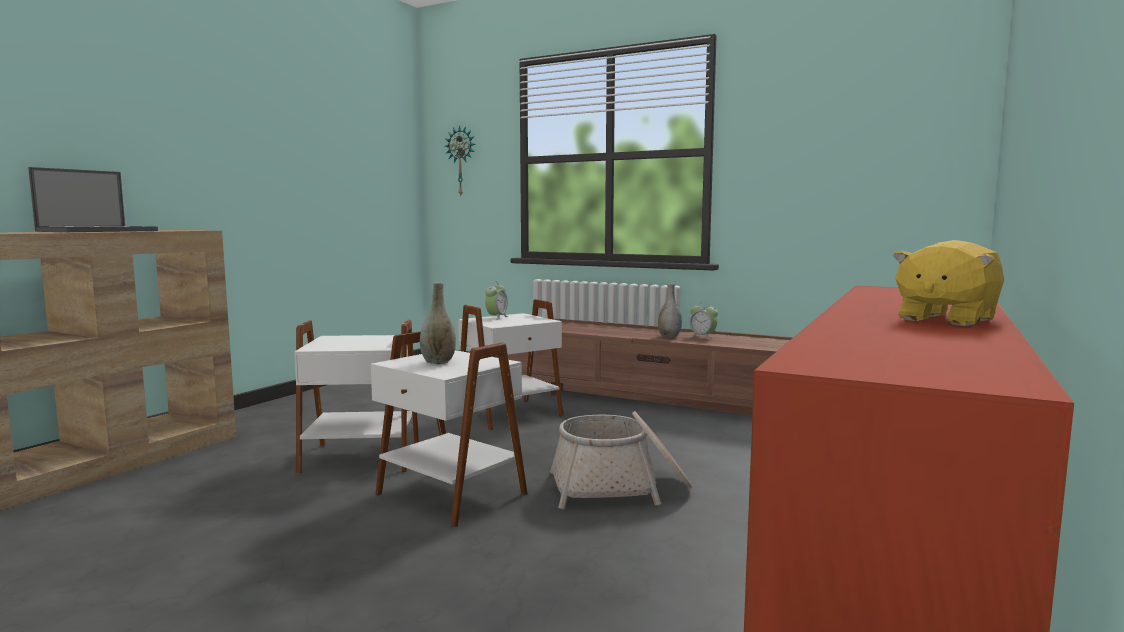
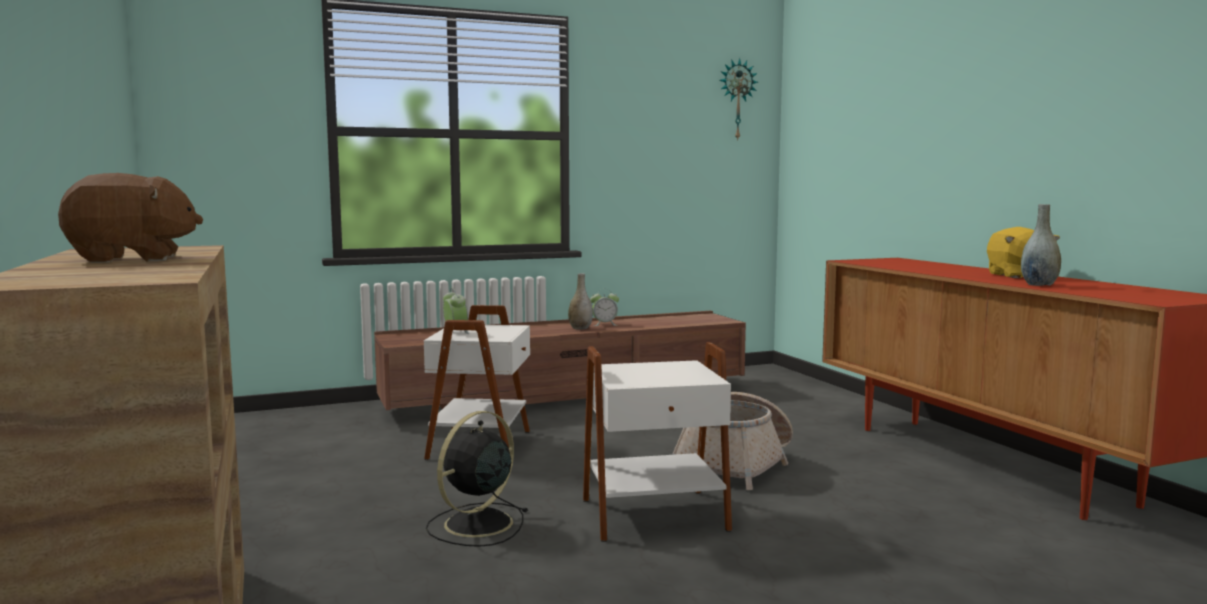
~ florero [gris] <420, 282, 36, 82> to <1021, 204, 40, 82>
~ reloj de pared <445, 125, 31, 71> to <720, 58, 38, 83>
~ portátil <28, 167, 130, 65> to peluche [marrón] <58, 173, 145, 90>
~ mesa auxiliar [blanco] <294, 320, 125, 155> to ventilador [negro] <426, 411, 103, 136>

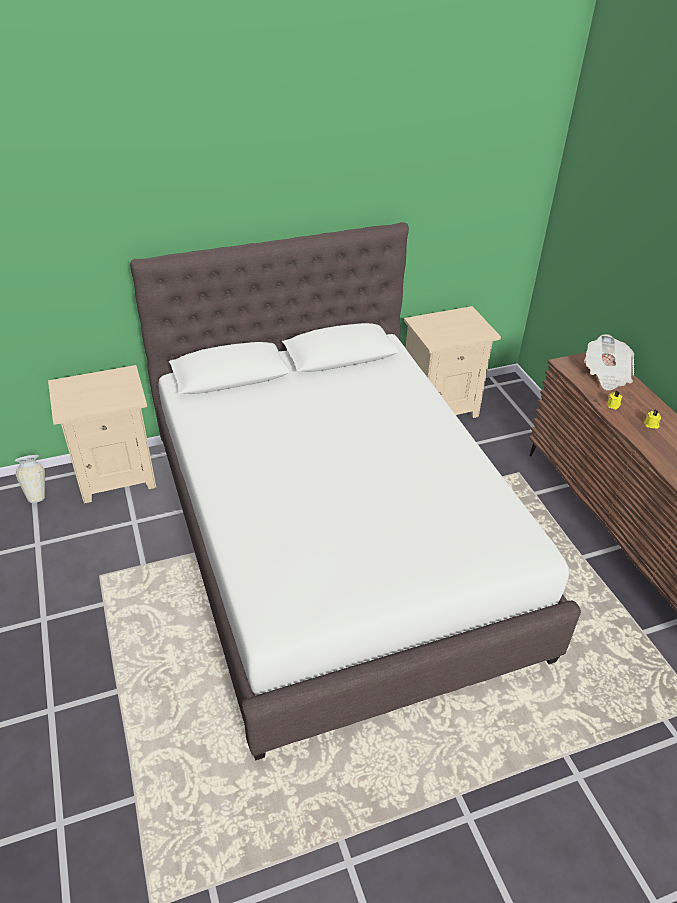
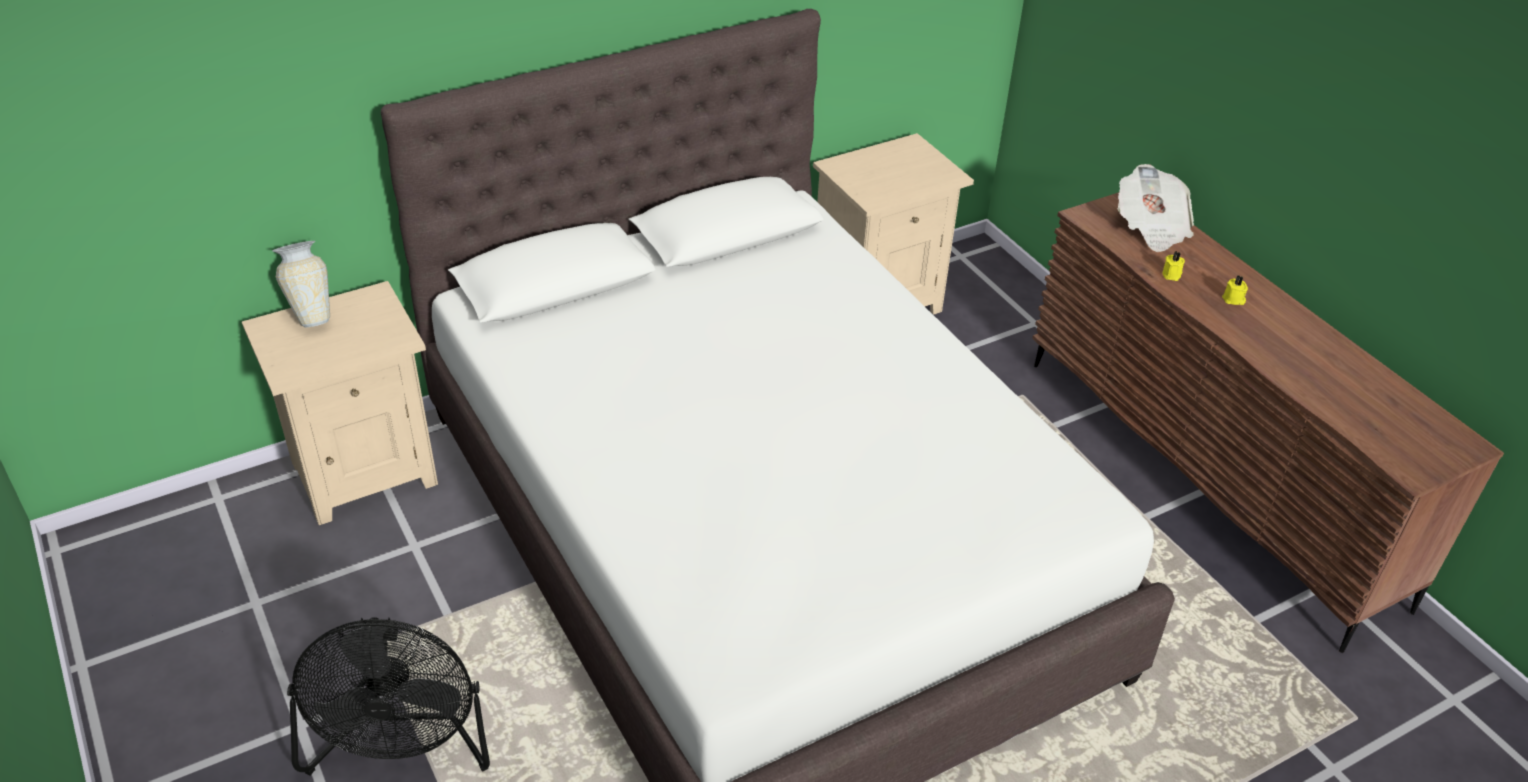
+ ventilador [negro] <287, 617, 203, 159>
~ florero <14, 455, 31, 48> to <272, 241, 58, 86>

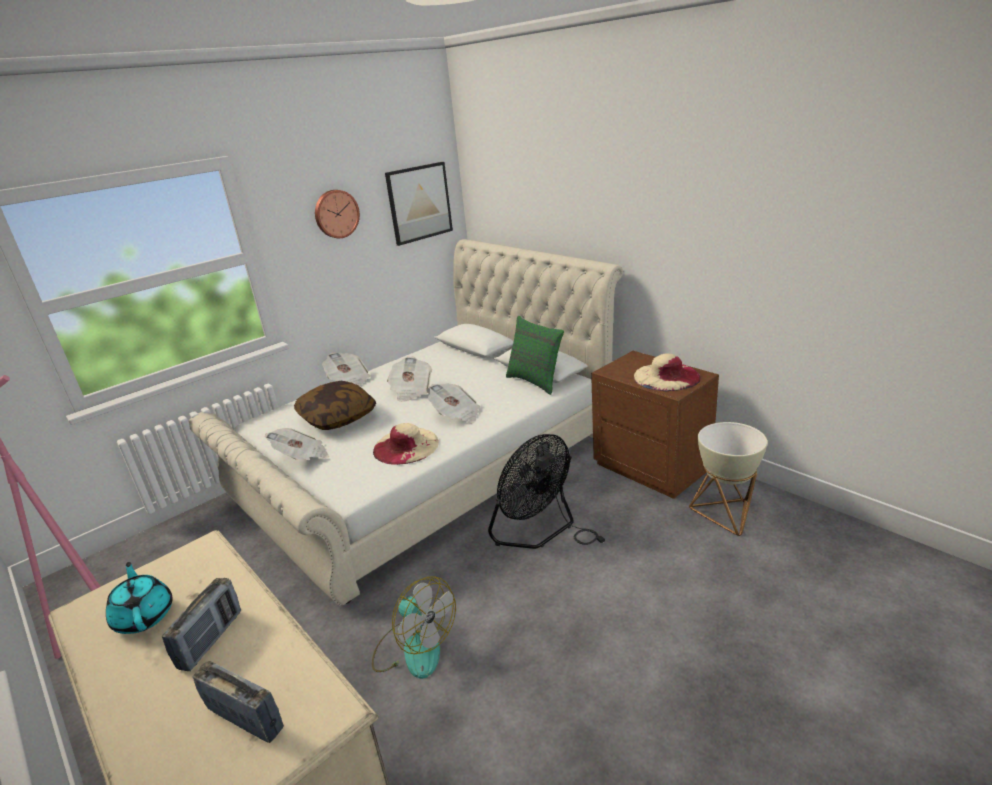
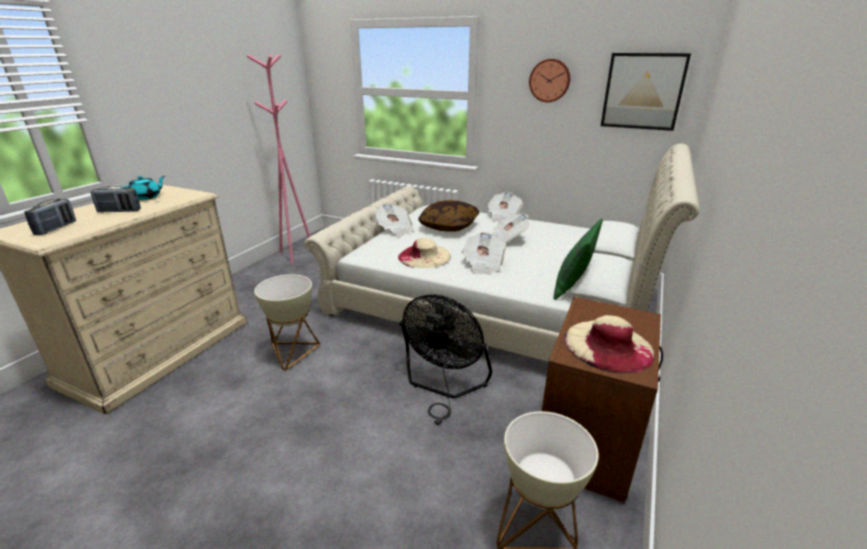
~ ventilador <372, 576, 84, 103> to maceta <254, 274, 66, 96>

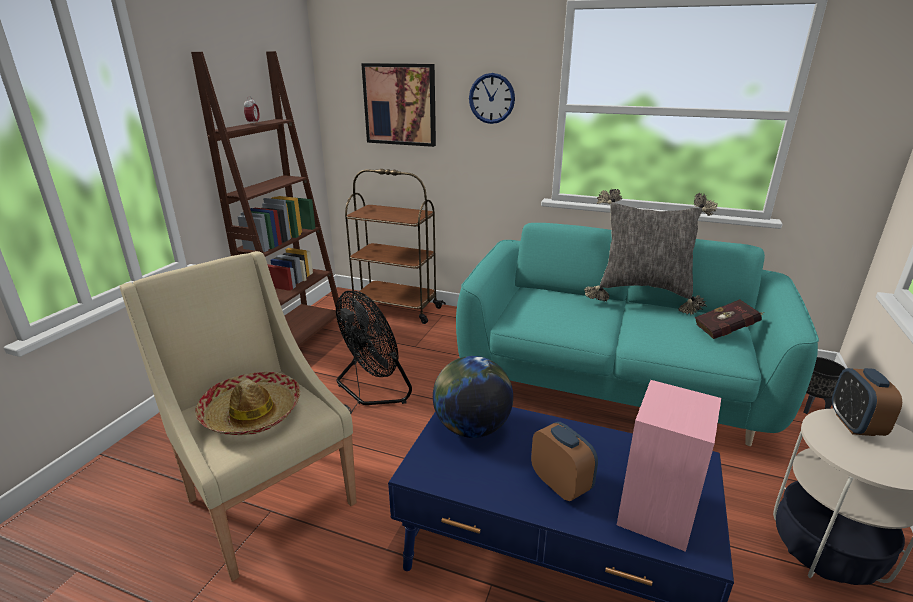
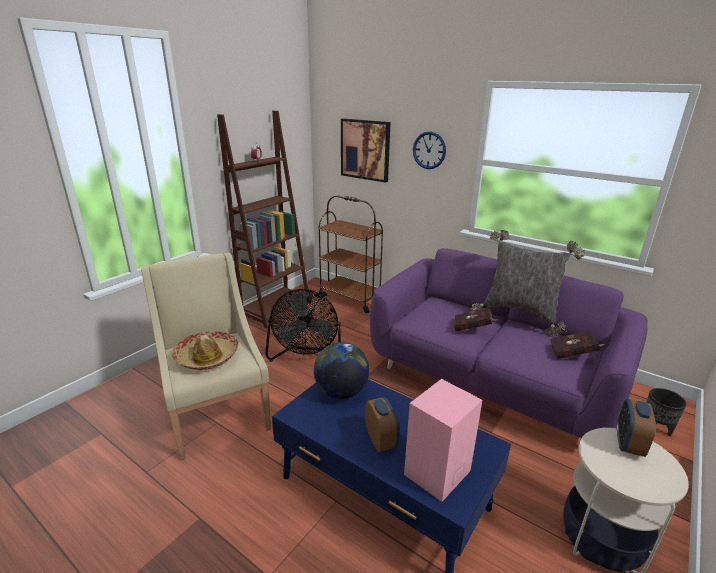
+ libro [rojo] <454, 307, 44, 24>
~ sofá [turquesa] <456, 223, 363, 223> to sofá [morado] <370, 248, 278, 200>
~ ventilador [negro] <336, 291, 76, 123> = <265, 289, 76, 73> 120 degrees clockwise

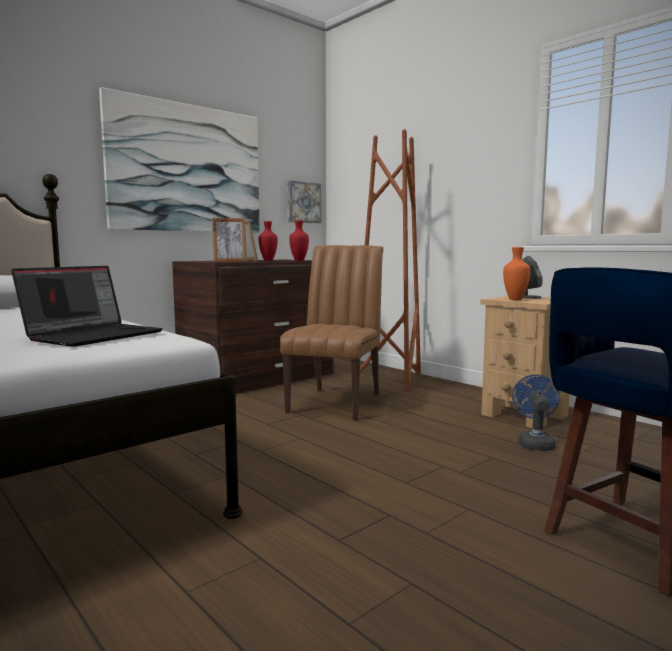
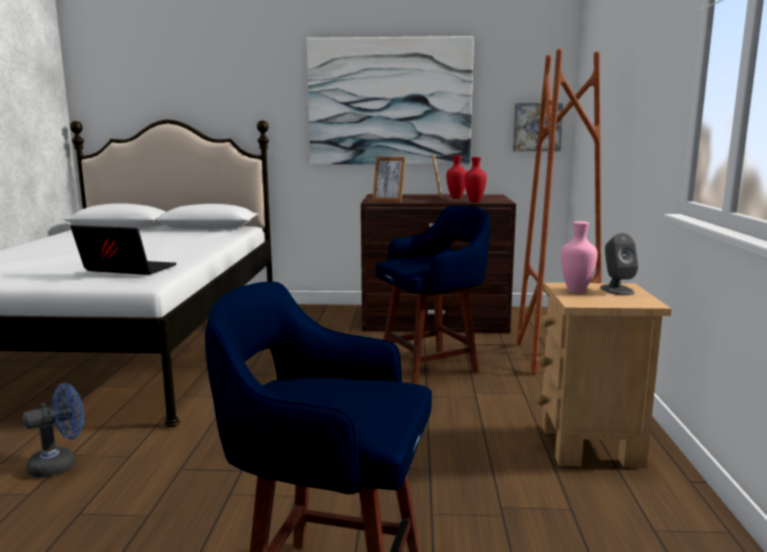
~ ventilador [azul] <512, 374, 48, 77> to <23, 383, 61, 95>
~ silla [marrón] <280, 245, 103, 175> to taburete [azul] <376, 206, 114, 178>
~ florero [naranja] <503, 247, 28, 53> to florero [rosa] <561, 221, 36, 72>
~ portátil <11, 266, 152, 81> = <71, 225, 106, 50> 150 degrees counterclockwise

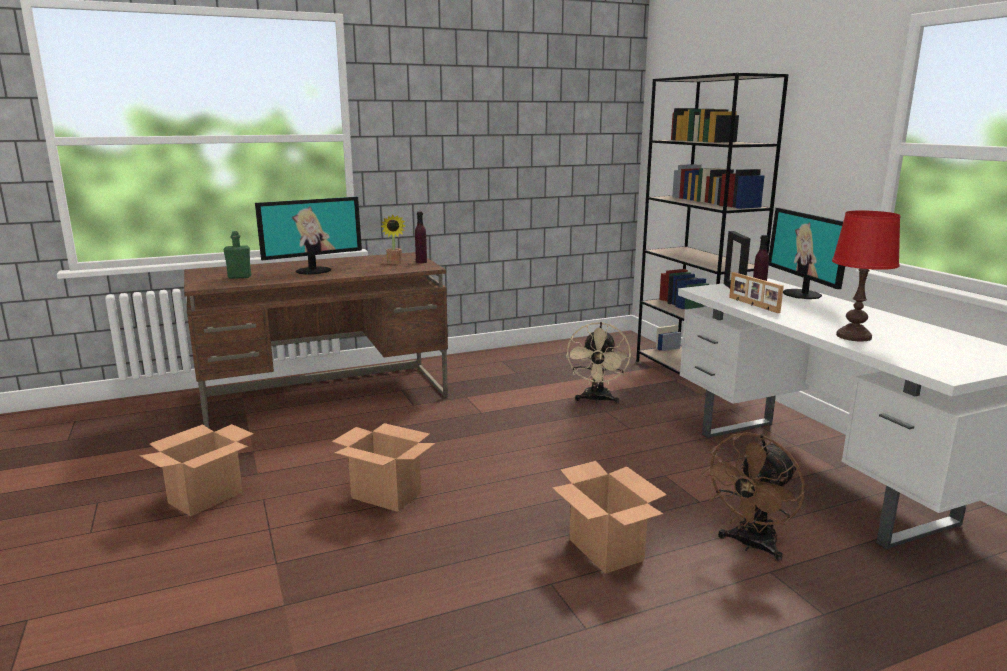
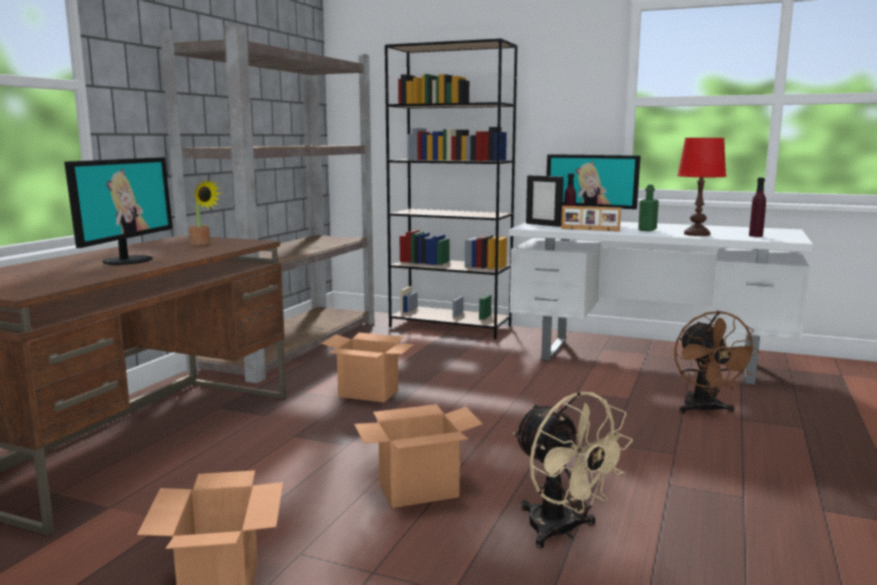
+ estantería [marrón] <160, 25, 214, 359>
~ botella [verde] <223, 231, 28, 48> to <638, 184, 21, 47>
~ botella [morado] <415, 212, 12, 51> to <749, 178, 17, 59>
~ caja de cartón <552, 461, 115, 113> to <321, 333, 93, 70>
~ ventilador [beis] <566, 322, 65, 82> to <513, 391, 120, 157>

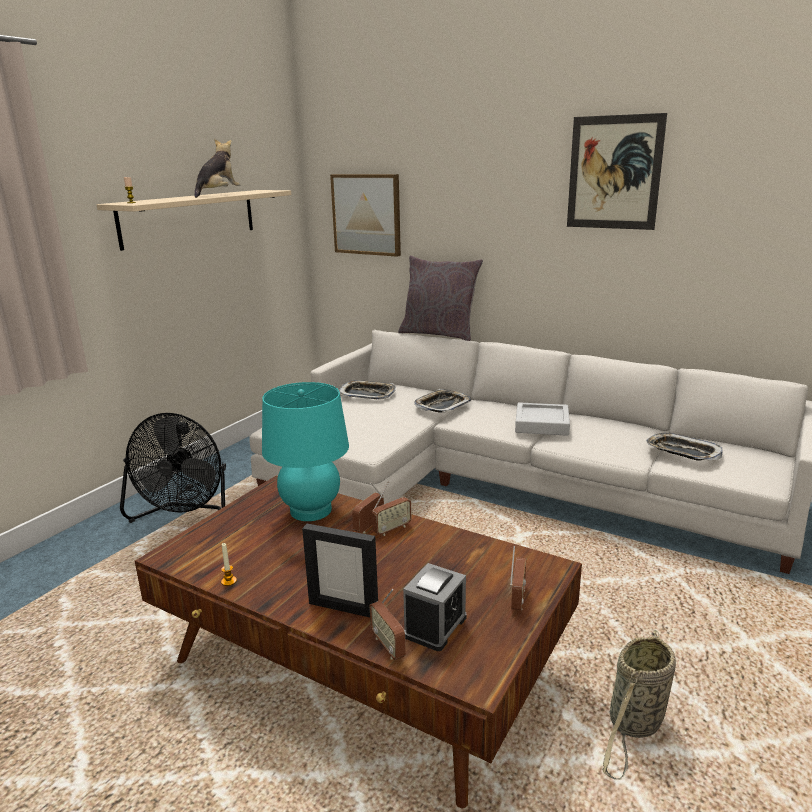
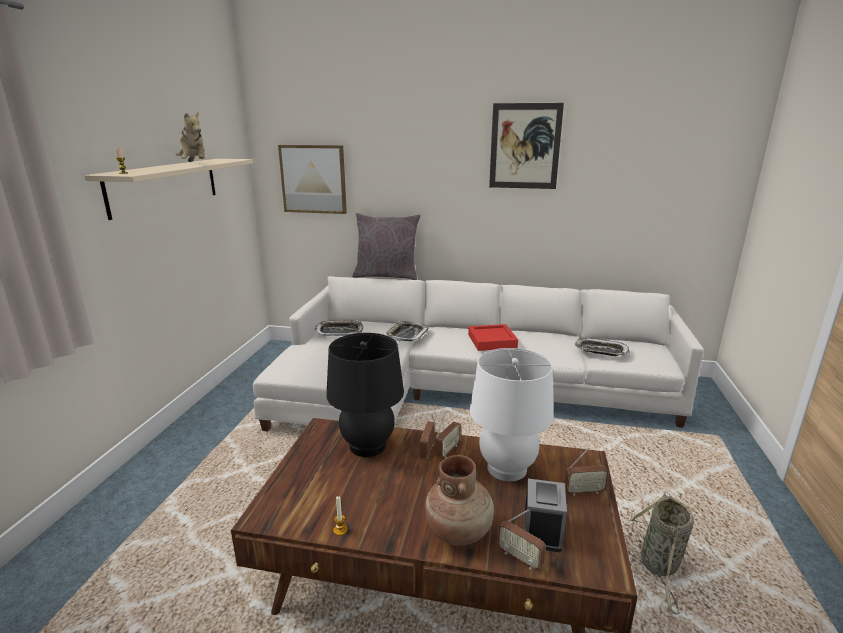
- ventilador [negro] <120, 413, 106, 110>
+ lámpara de mesa [blanco] <470, 348, 84, 133>
~ portarretratos <302, 524, 76, 93> to florero [marrón] <425, 455, 69, 91>
~ lámpara de mesa [turquesa] <262, 382, 87, 139> to lámpara de mesa [negro] <326, 333, 78, 124>
~ bandeja [gris] <515, 402, 55, 34> to bandeja [rojo] <468, 324, 50, 27>
~ peluche <195, 139, 45, 59> = <175, 112, 30, 50> 150 degrees clockwise
~ radio <510, 546, 16, 65> = <565, 448, 44, 48> 90 degrees clockwise

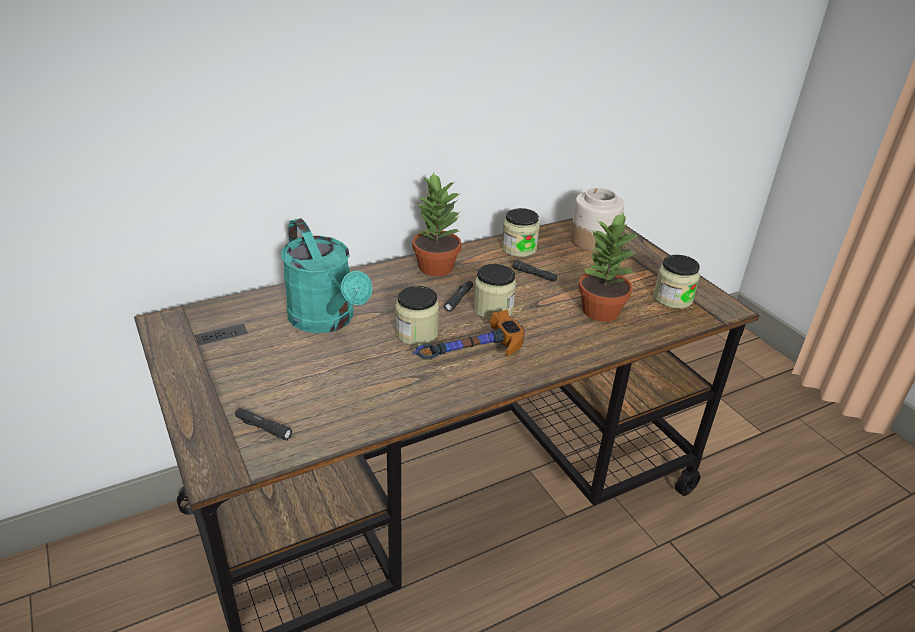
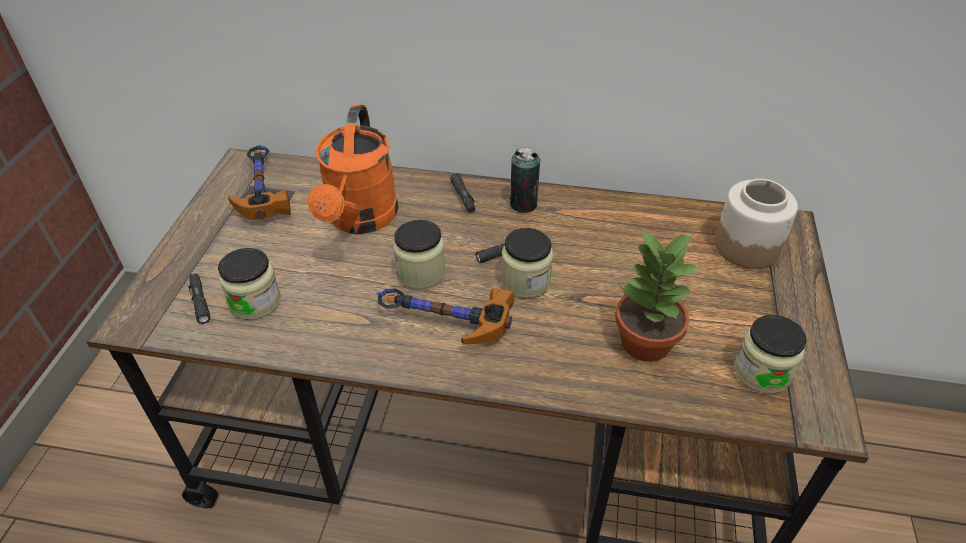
+ martillo <228, 145, 63, 75>
~ tarro <502, 208, 38, 49> to <218, 248, 63, 72>
~ linterna [negro] <512, 260, 45, 22> to <450, 173, 26, 40>
~ planta en maceta <412, 172, 49, 104> to lata <510, 147, 30, 66>
~ regadera [turquesa] <281, 218, 91, 115> to regadera [naranja] <308, 105, 90, 129>

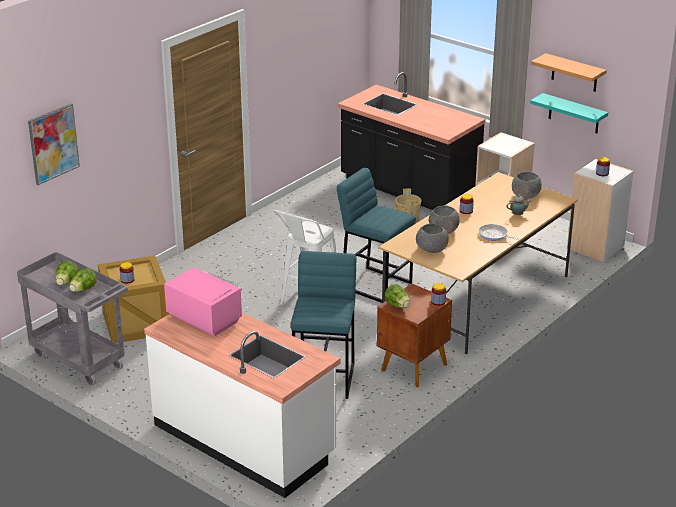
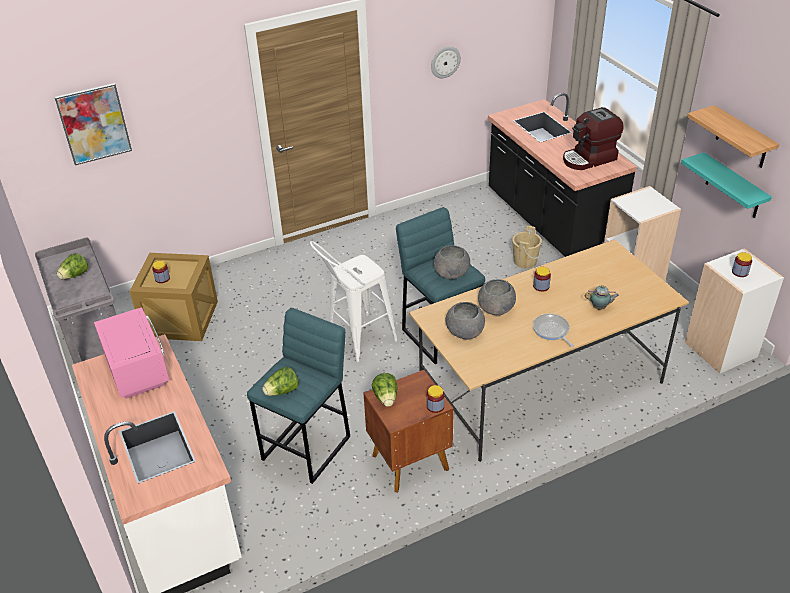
+ reloj de pared <431, 46, 30, 32>
+ cafetera <563, 107, 61, 63>
~ lechuga <69, 268, 28, 24> to <262, 367, 37, 29>
~ cuenco [gris] <512, 172, 30, 27> to <434, 245, 36, 34>

